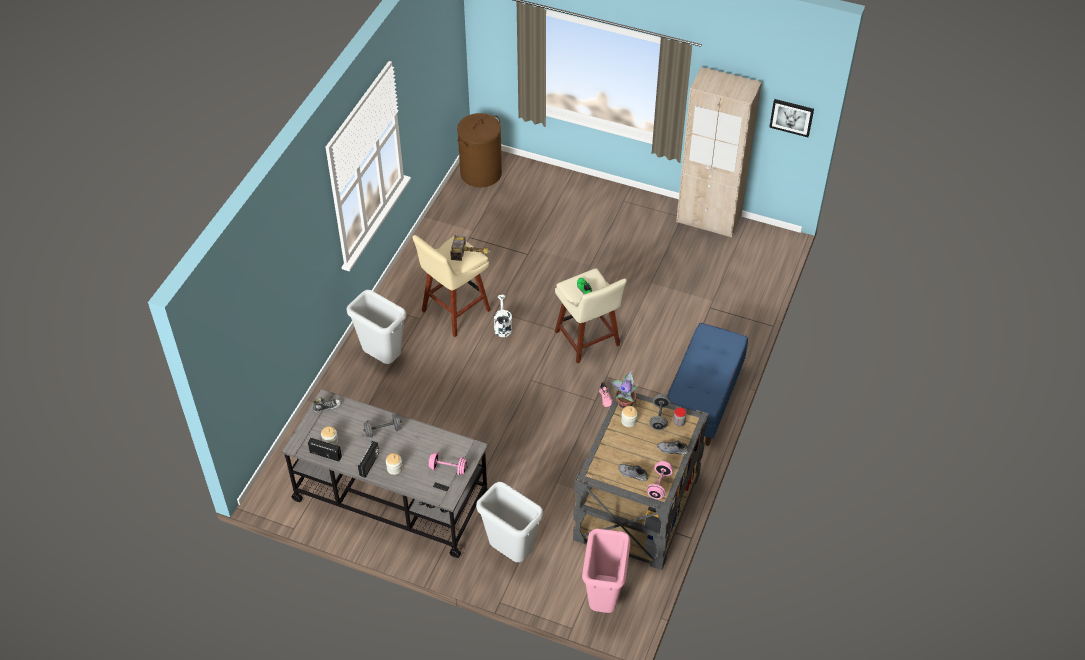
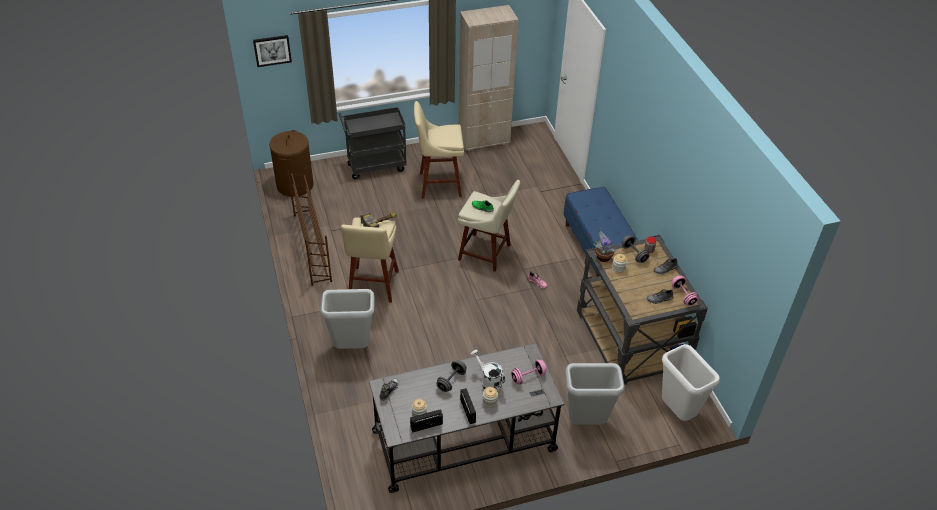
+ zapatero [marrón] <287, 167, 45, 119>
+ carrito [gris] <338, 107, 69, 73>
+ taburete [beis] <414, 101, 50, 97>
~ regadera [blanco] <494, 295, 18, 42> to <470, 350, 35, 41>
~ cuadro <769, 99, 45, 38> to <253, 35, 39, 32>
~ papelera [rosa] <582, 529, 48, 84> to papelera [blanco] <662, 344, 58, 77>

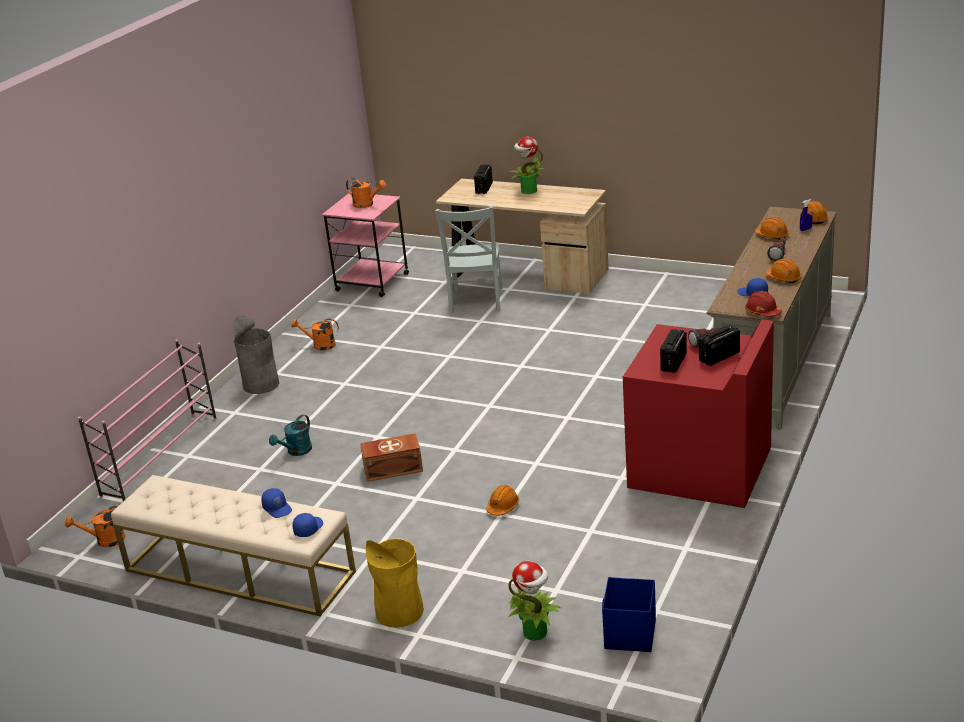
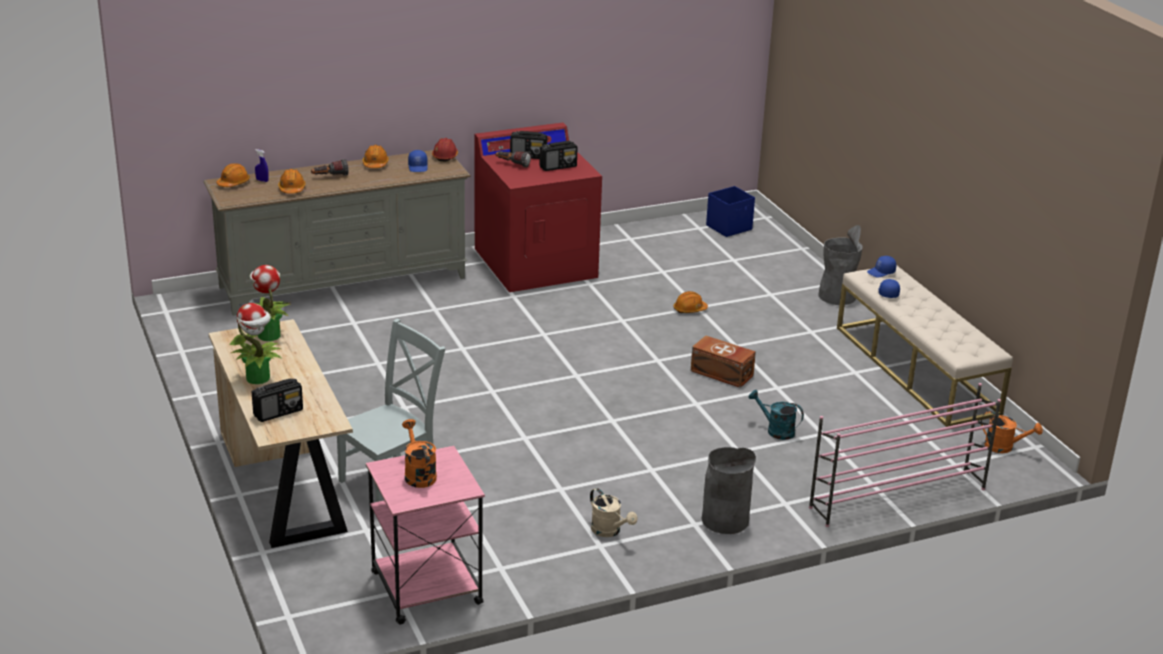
~ planta en maceta <508, 561, 54, 80> to <247, 265, 45, 76>
~ regadera [naranja] <291, 319, 48, 31> to regadera [beis] <590, 488, 47, 49>
~ papelera [amarillo] <366, 538, 58, 90> to papelera [gris] <818, 225, 45, 80>
~ regadera [turquesa] <269, 414, 43, 42> = <748, 390, 56, 50> 135 degrees counterclockwise

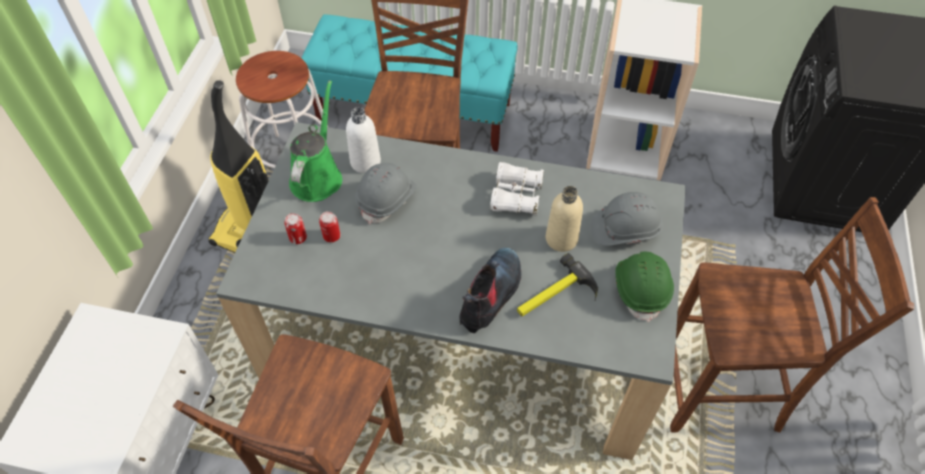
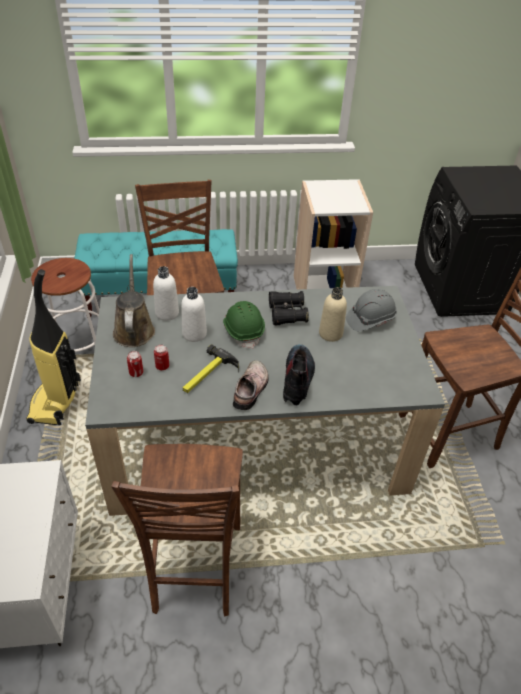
+ zapato <233, 360, 36, 50>
~ martillo <517, 253, 81, 63> to <183, 344, 56, 49>
~ casco [verde] <615, 252, 59, 70> to <223, 301, 42, 48>
~ casco [gris] <356, 163, 61, 61> to botella [blanco] <181, 287, 26, 55>
~ regadera [verde] <289, 80, 53, 122> to regadera [marrón] <113, 254, 42, 93>
~ prismáticos [blanco] <490, 162, 54, 54> to prismáticos [negro] <269, 291, 40, 34>

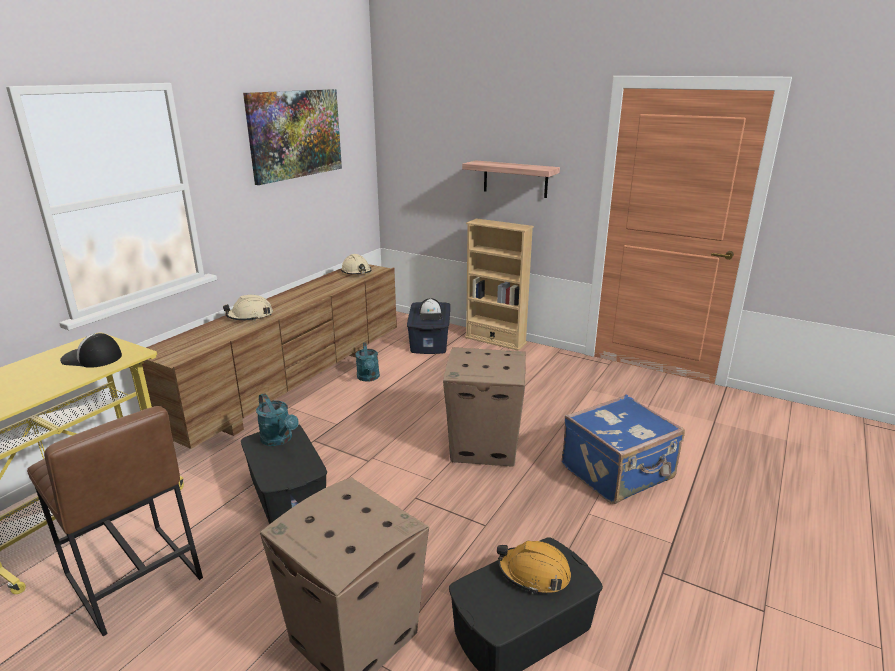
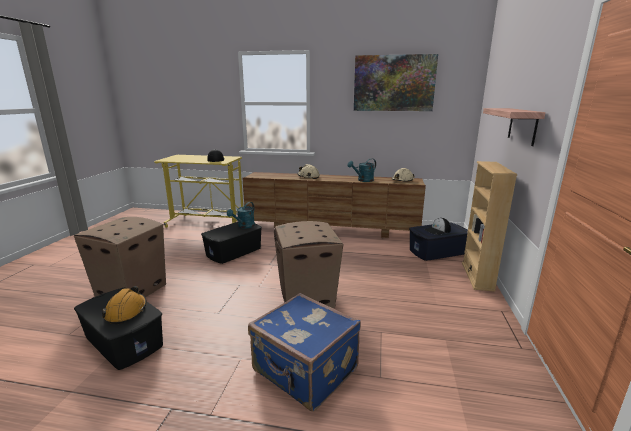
- silla [marrón] <27, 406, 176, 230>
~ regadera [turquesa] <355, 342, 25, 40> to <347, 158, 29, 24>

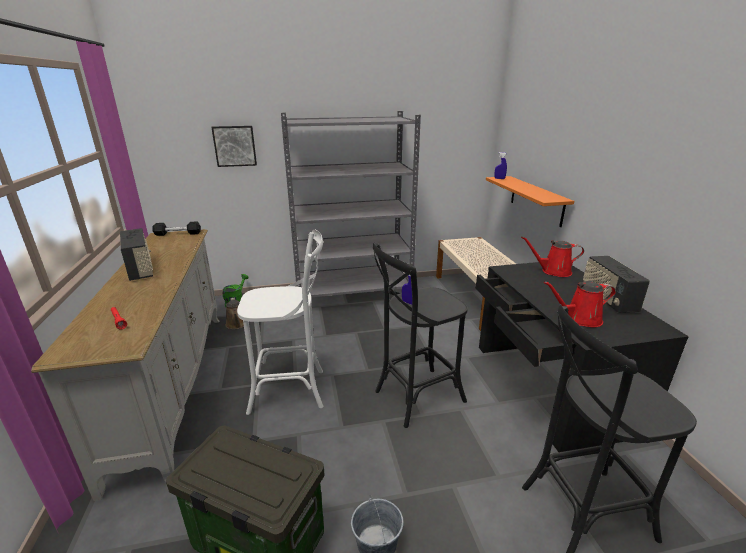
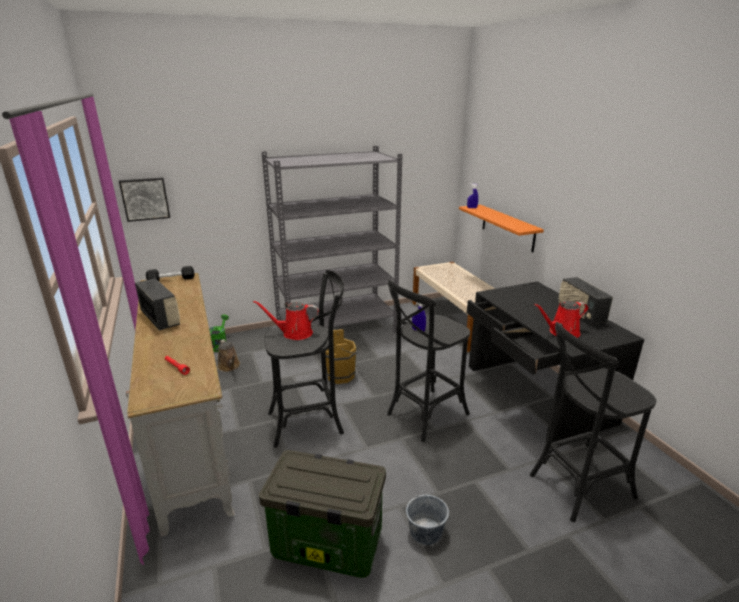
+ cubo [marrón] <325, 329, 36, 55>
~ cuadro <211, 126, 46, 41> to <119, 178, 51, 44>
~ regadera [rojo] <521, 237, 63, 40> to <253, 300, 66, 40>
~ taburete [blanco] <237, 230, 86, 185> to taburete [negro] <264, 270, 80, 178>

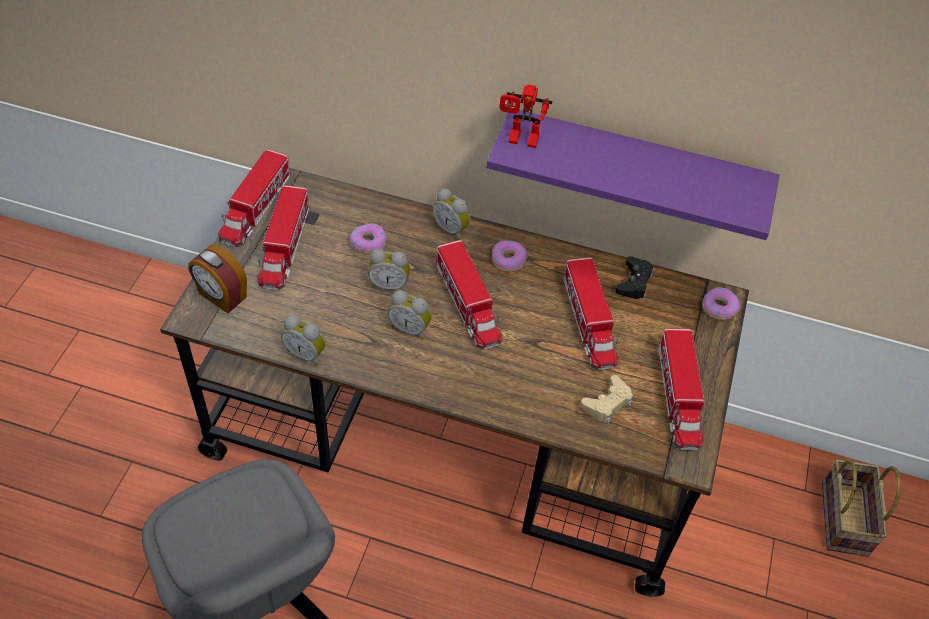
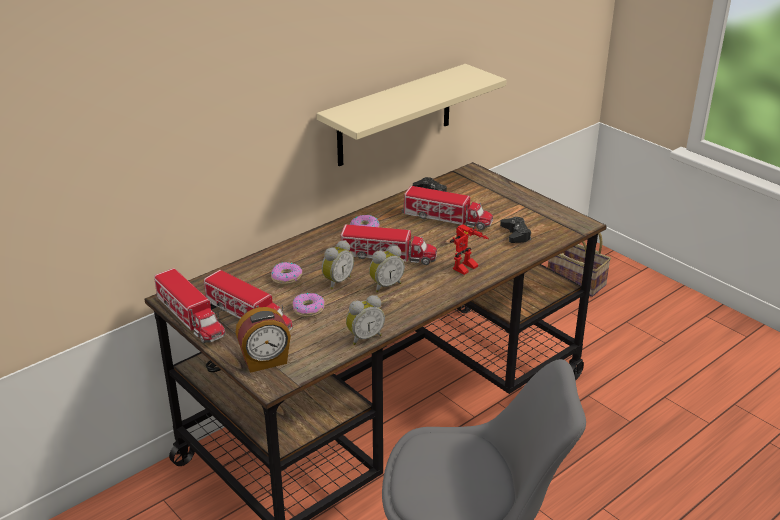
- despertador <432, 189, 39, 51>
- camión de juguete <658, 328, 48, 122>
~ robot de juguete <500, 84, 52, 64> to <450, 224, 39, 51>
~ rosquilla <702, 287, 39, 33> to <292, 293, 33, 24>
~ estante [morado] <486, 110, 293, 130> to estante [beis] <317, 64, 190, 102>
~ mando de consola [beis] <580, 375, 53, 49> to mando de consola [negro] <500, 217, 31, 26>

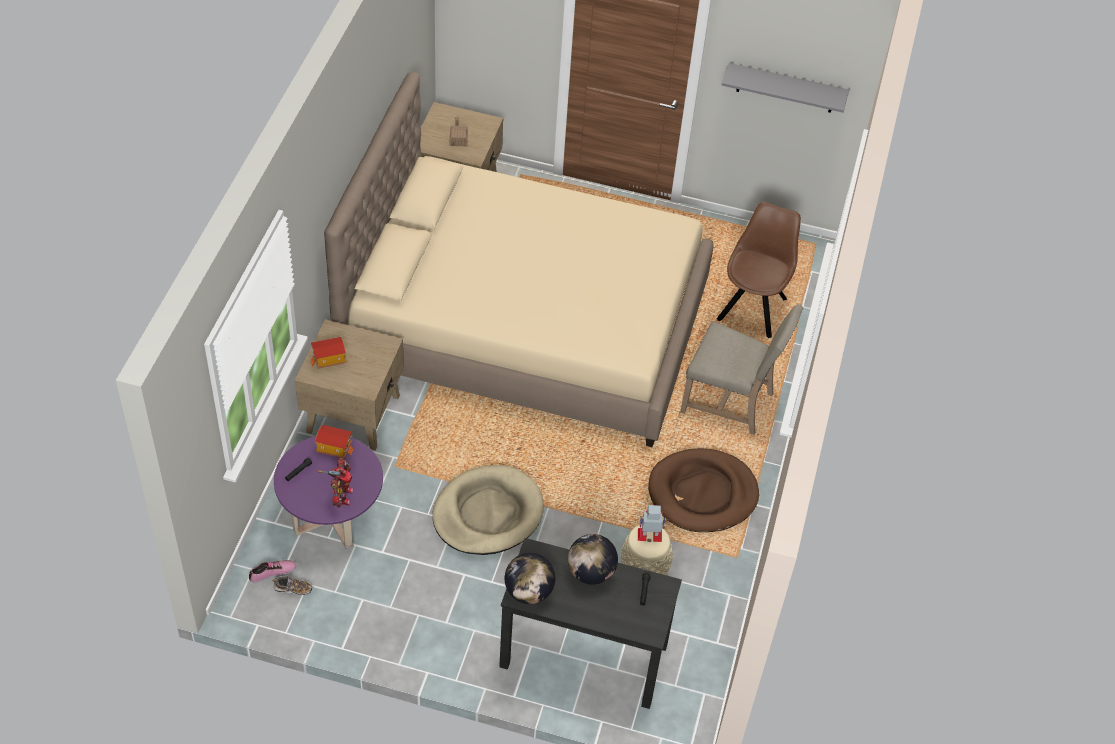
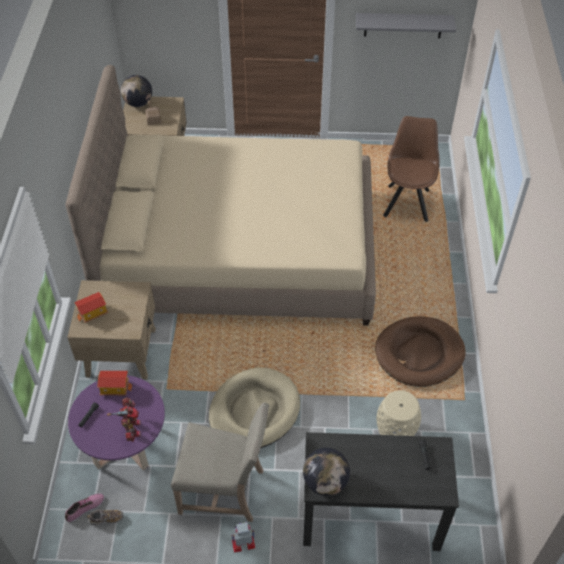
~ globo terráqueo <568, 534, 50, 51> to <121, 75, 31, 32>
~ robot de juguete <638, 505, 28, 37> to <231, 522, 24, 31>
~ silla [beis] <680, 304, 123, 131> to <171, 402, 98, 120>

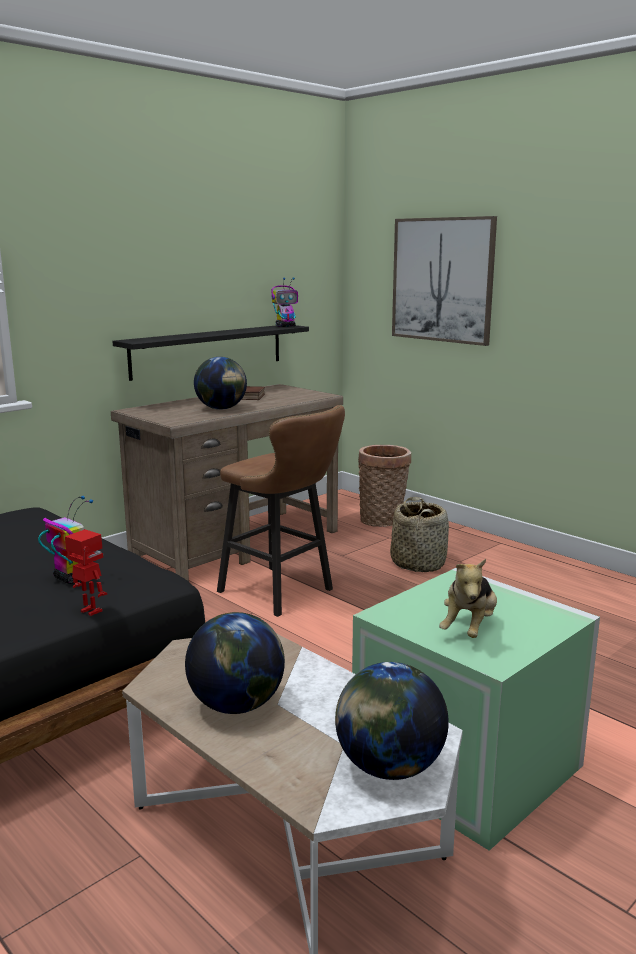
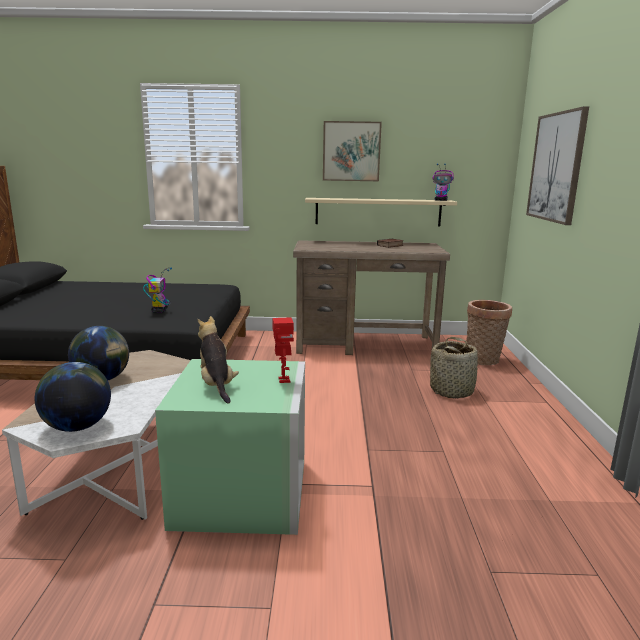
- globo terráqueo <194, 357, 53, 53>
- taburete [marrón] <217, 405, 128, 212>
+ cuadro <323, 121, 59, 60>
~ robot de juguete <65, 529, 42, 87> to <273, 317, 21, 66>
~ estante [negro] <112, 325, 197, 56> to estante [beis] <305, 198, 152, 29>
~ peluche <439, 559, 58, 79> = <198, 316, 41, 87> 90 degrees clockwise

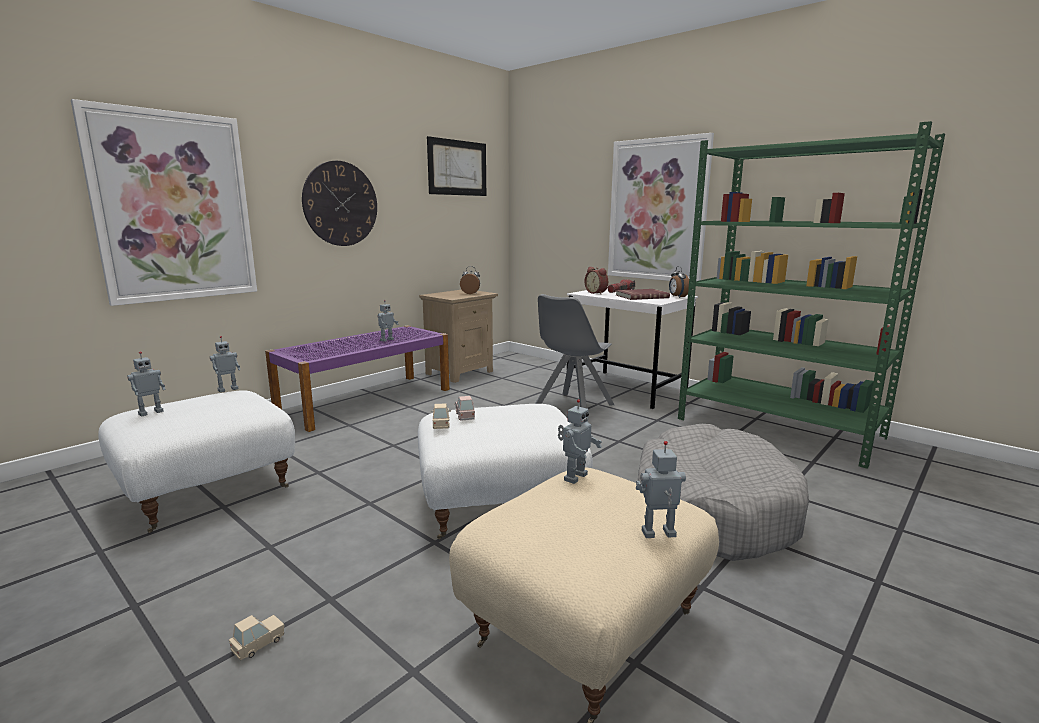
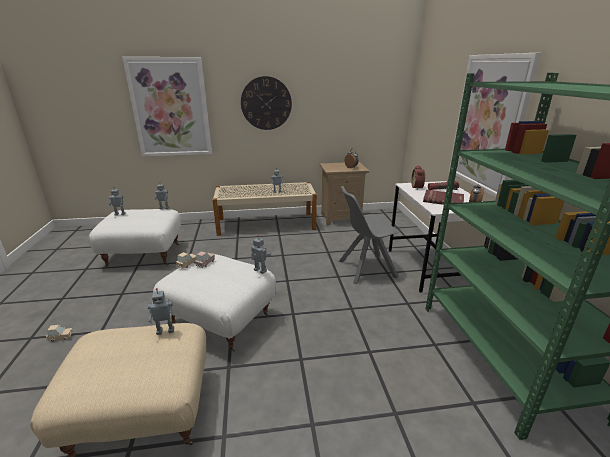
- cuadro <427, 136, 59, 60>
- cama para perro [gris] <638, 424, 171, 137>
~ robot de juguete <636, 441, 50, 97> to <251, 235, 20, 39>
~ banco [morado] <265, 326, 184, 106> to banco [beis] <213, 182, 104, 54>

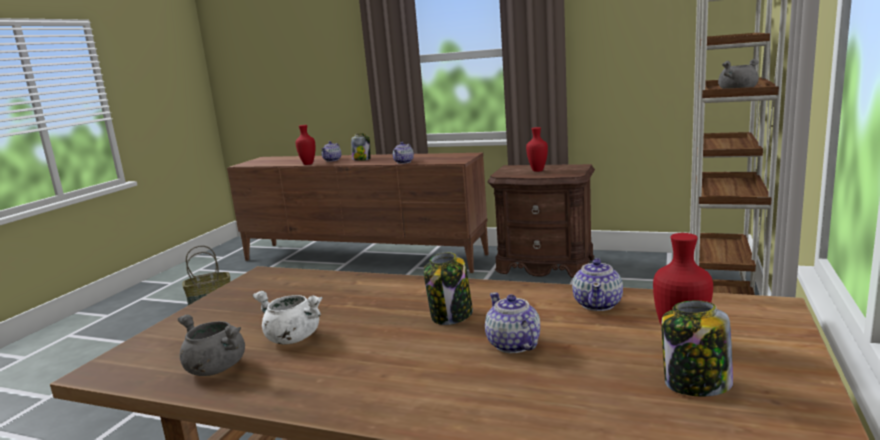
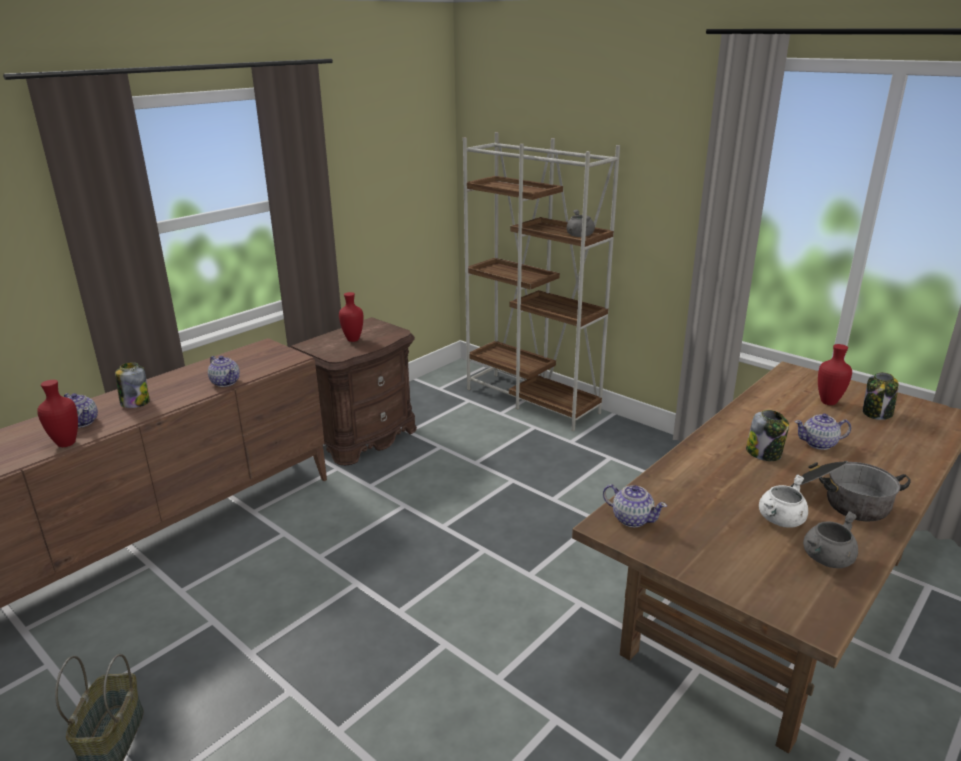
+ olla <790, 461, 121, 61>
~ tetera <572, 258, 51, 53> to <603, 484, 64, 43>

